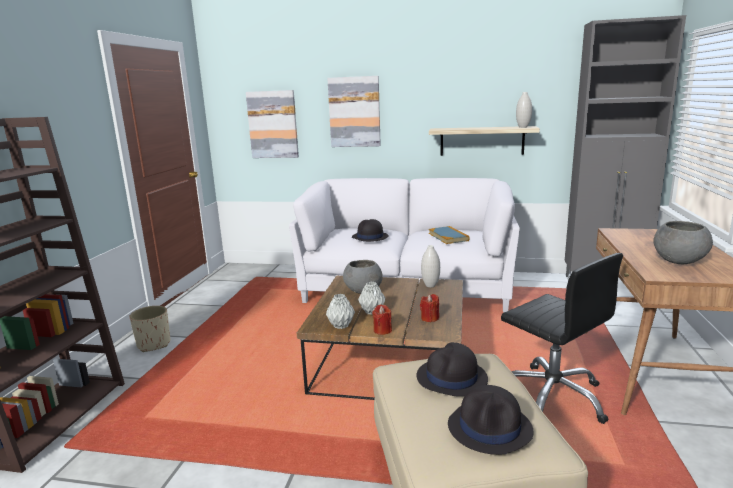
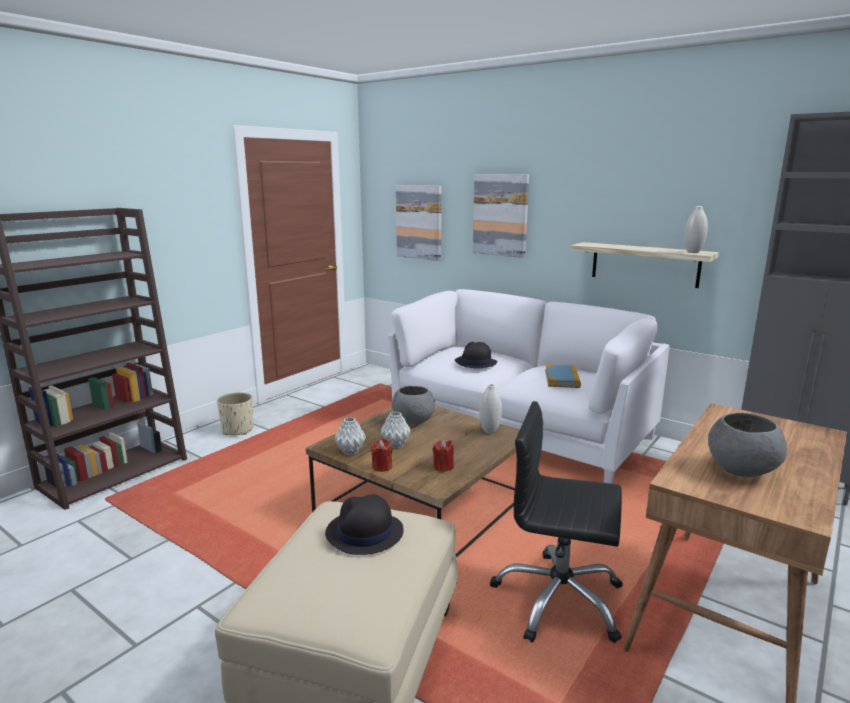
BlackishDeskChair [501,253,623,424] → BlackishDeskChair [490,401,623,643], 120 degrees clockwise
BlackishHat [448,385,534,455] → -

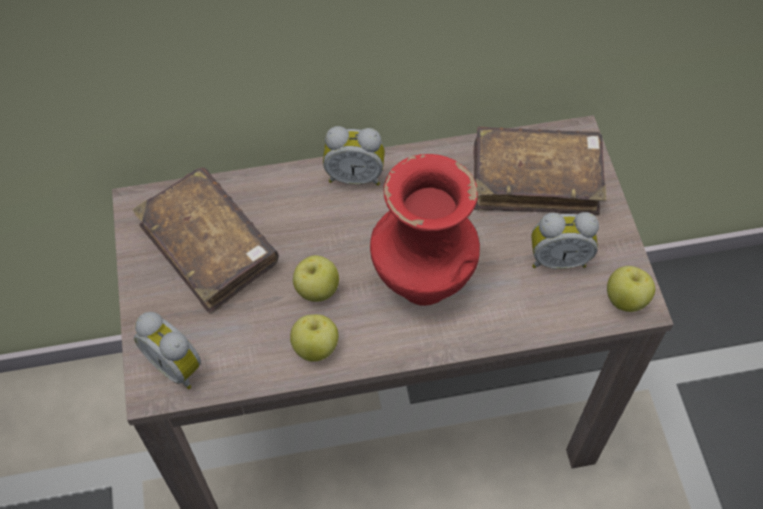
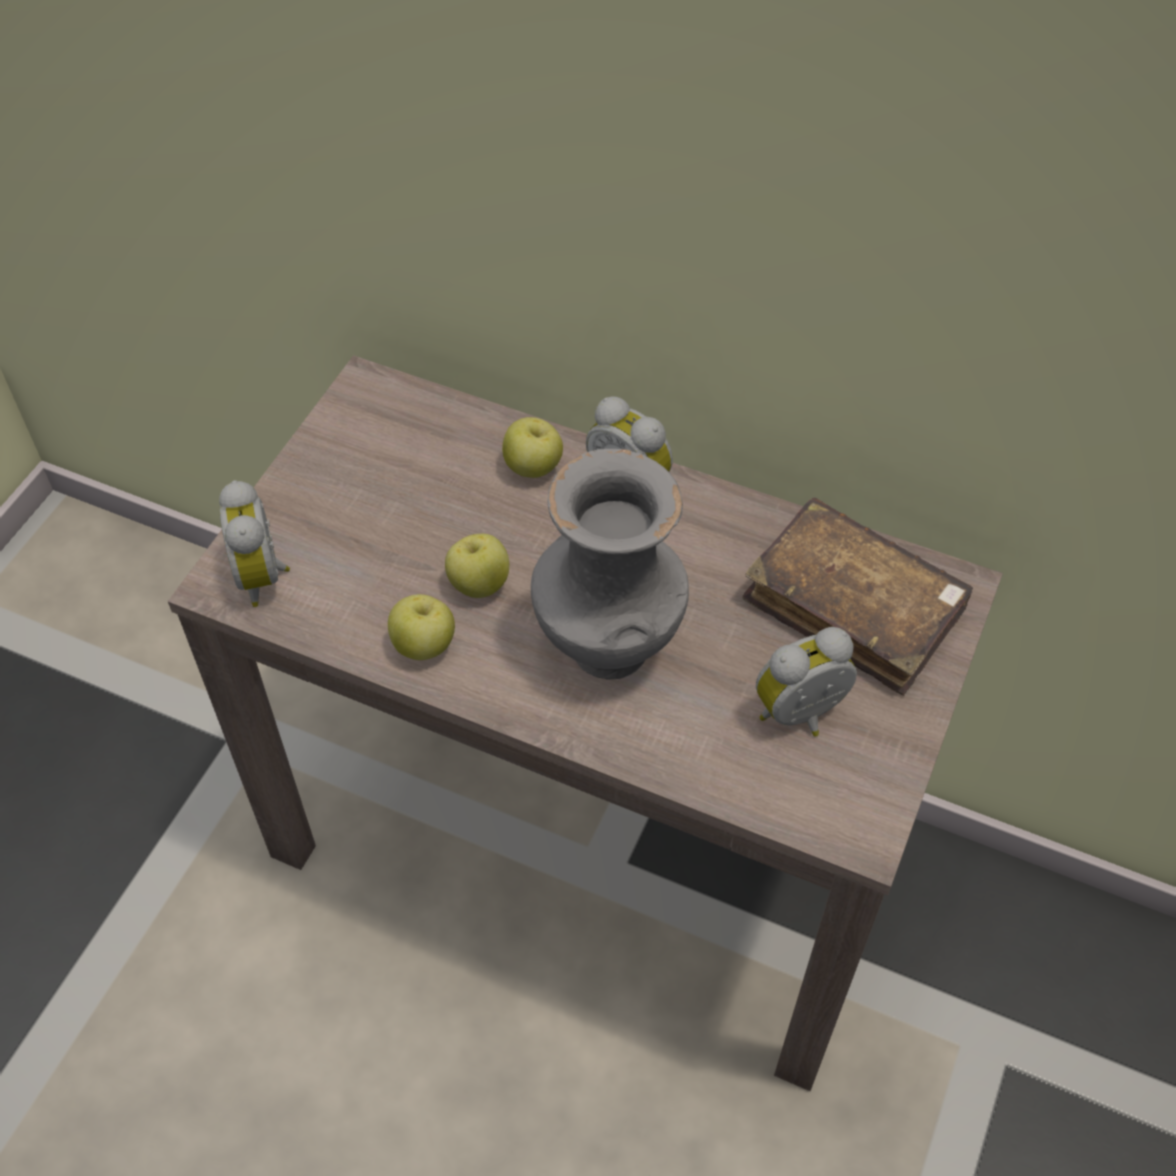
AppleFruit [607,266,655,312] → AppleFruit [502,417,563,478], shifted
RedDecorativeVase [370,154,480,306] → GrayDecorativeVase [531,449,689,680]
TableClock [531,212,599,269] → TableClock [756,627,857,737], 120 degrees clockwise
BrownColouredBoundBook [133,167,279,314] → -

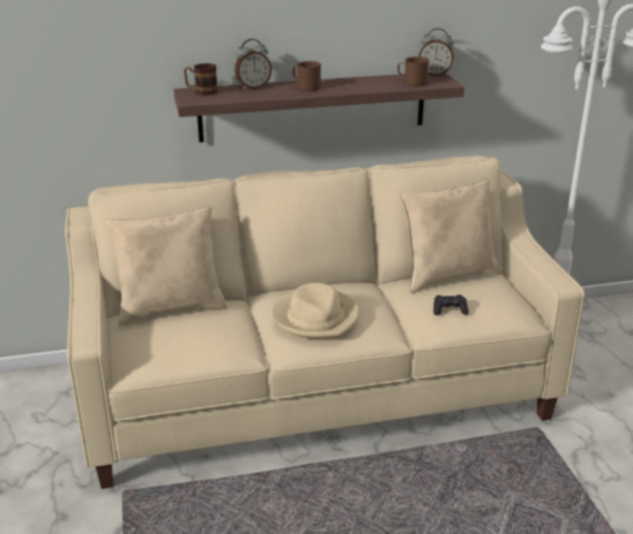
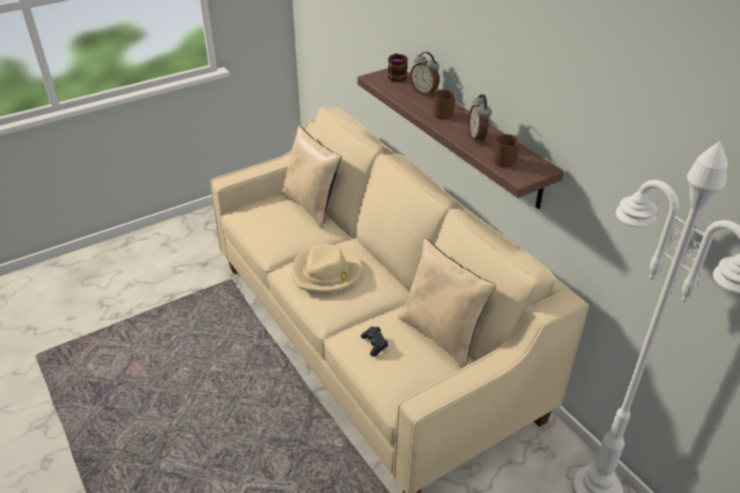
TableClock [419,28,454,76] → TableClock [468,94,491,144], shifted

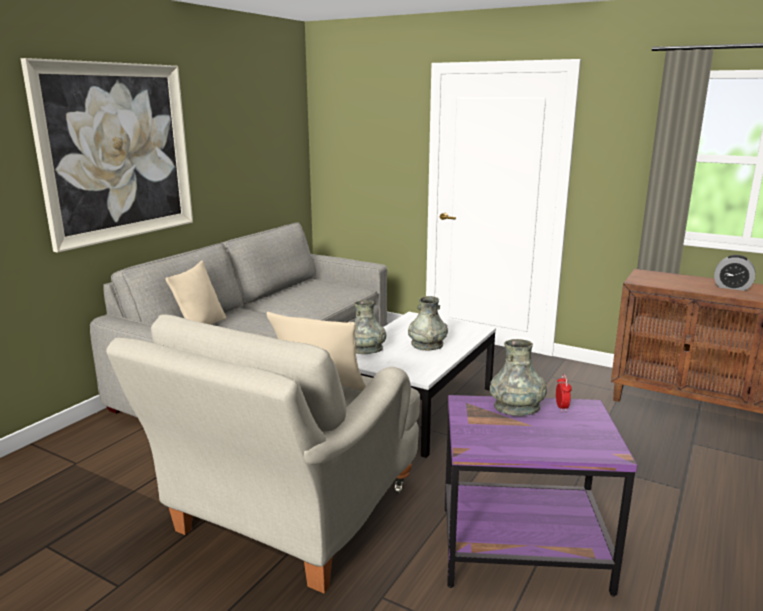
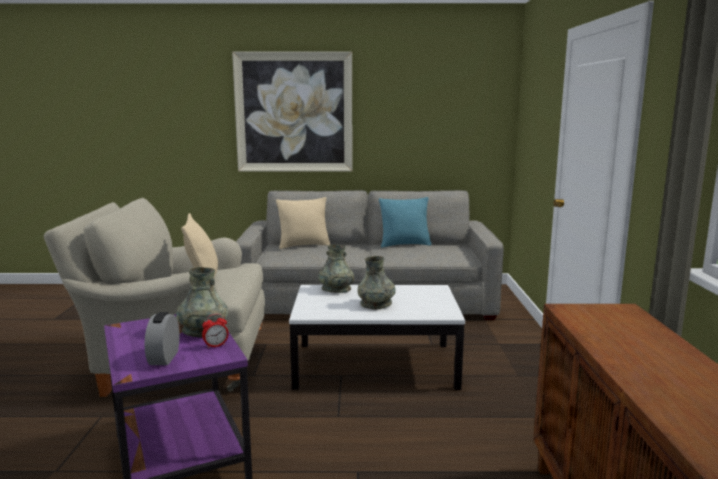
TableClock [714,255,755,291] → TableClock [144,312,180,365], shifted
- → TurquoiseThrowPillow [379,197,432,248]

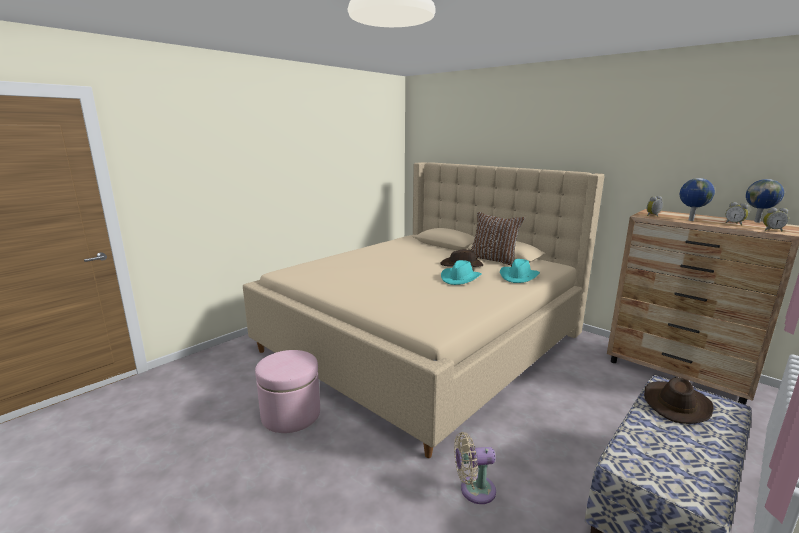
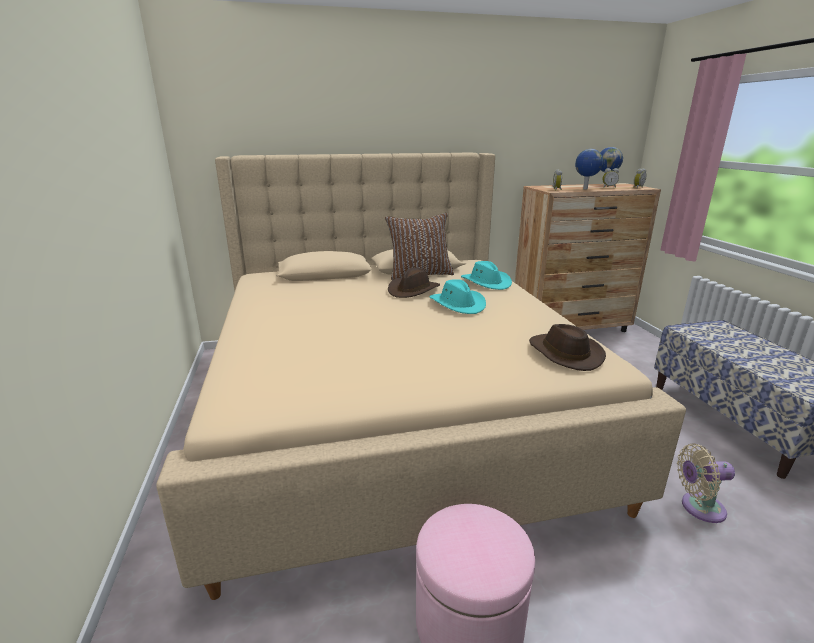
BrownColouredHat [644,377,714,424] → BrownColouredHat [529,324,606,371], shifted
SandColouredFan [454,432,496,504] → SandColouredFan [677,444,735,523], 60 degrees clockwise

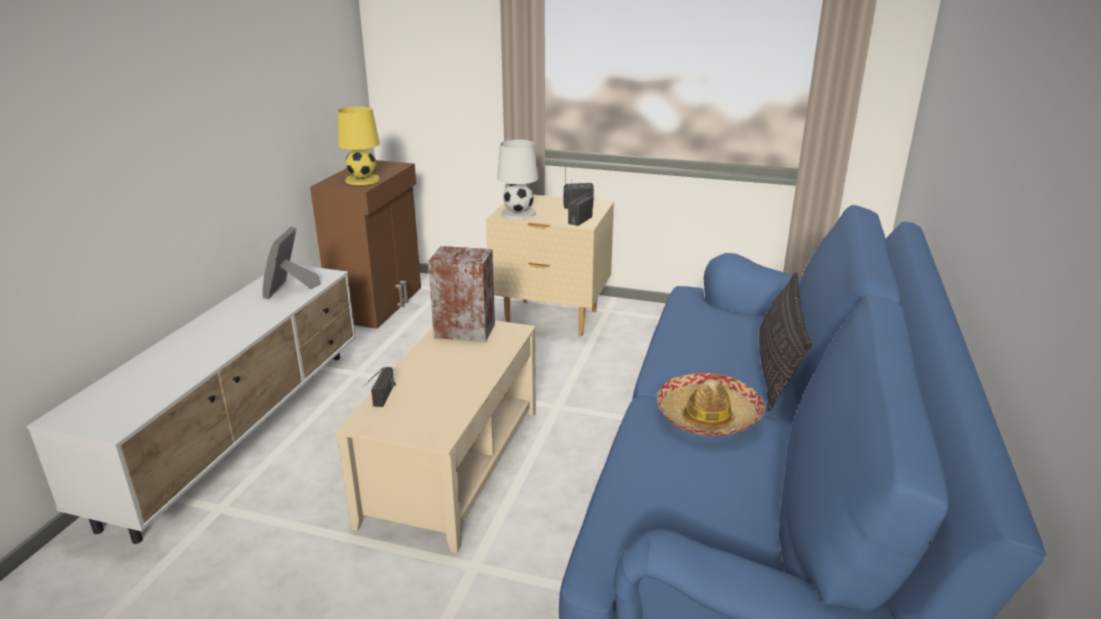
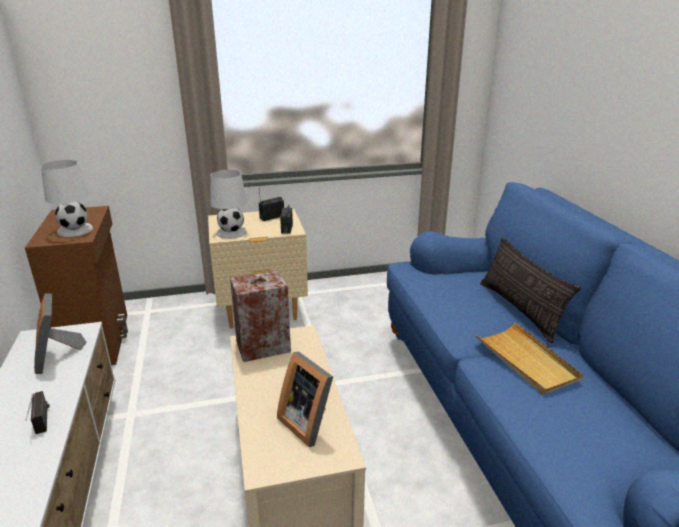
RadioReceiver [363,367,396,407] → RadioReceiver [26,391,50,434], shifted
YellowTableLamp [338,106,380,185] → WhiteTableLamp [41,160,93,237]
- → PictureFrame [277,352,333,447]
Hat [657,373,765,436] → SandColouredTray [474,322,584,395]

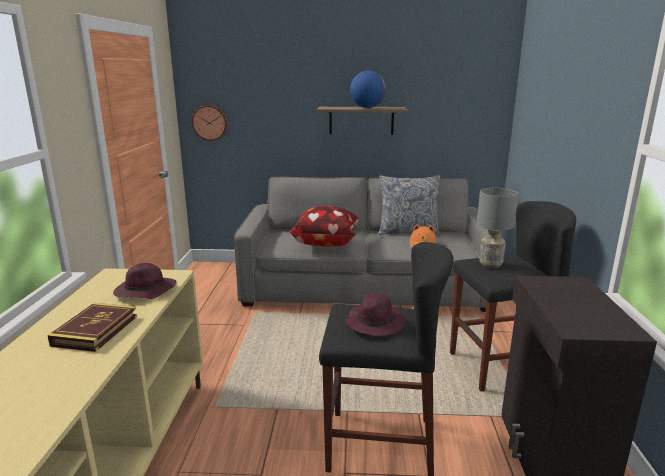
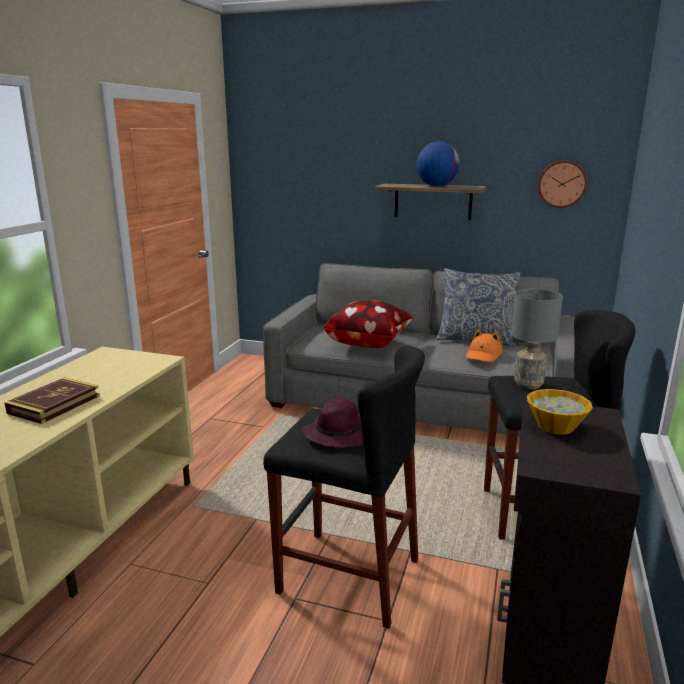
- → ServingBowl [527,389,593,435]
ClockOnTheWall [192,105,227,141] → ClockOnTheWall [538,160,587,208], shifted
PurpleHat [113,263,177,299] → -

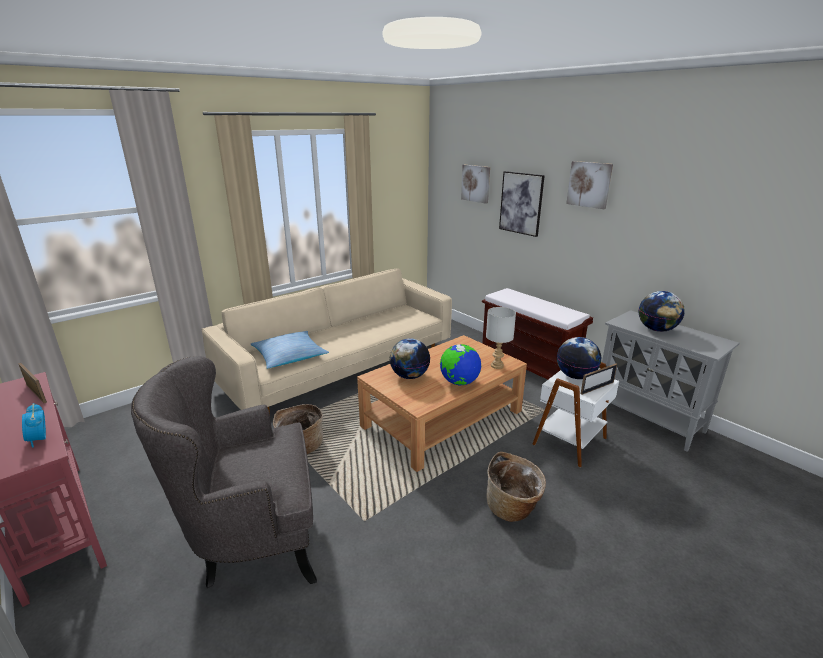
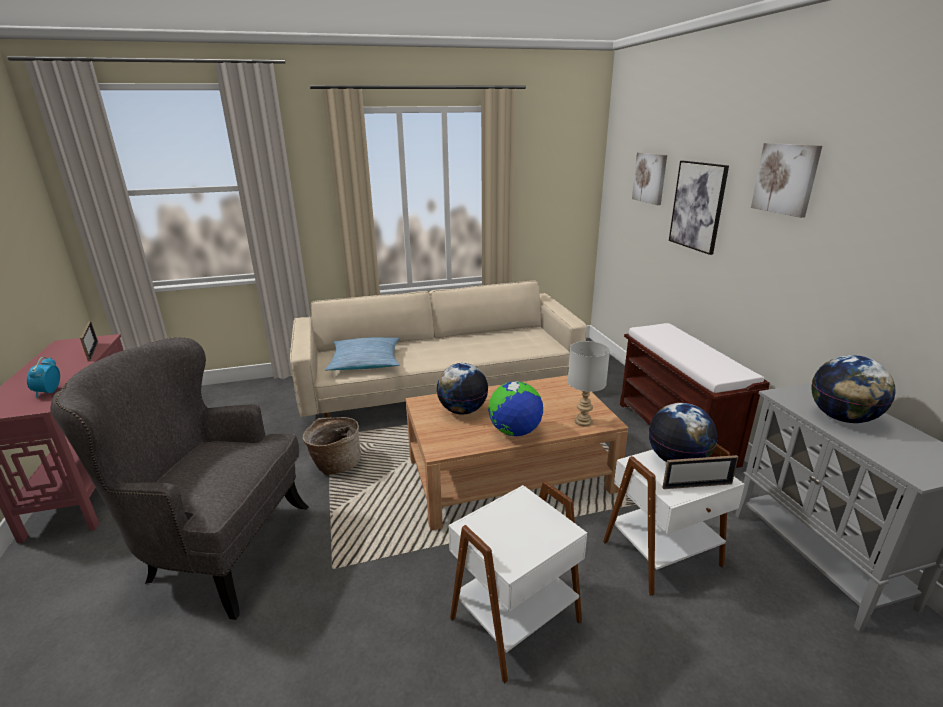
Basket [486,452,546,522] → WhiteSideTable [448,481,587,683]

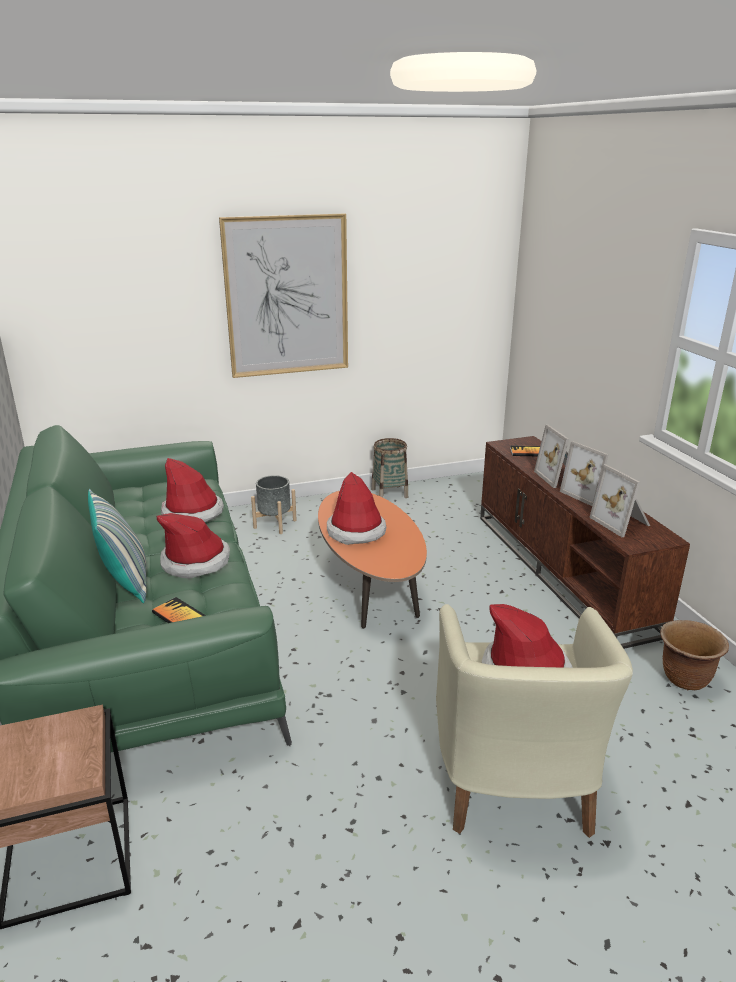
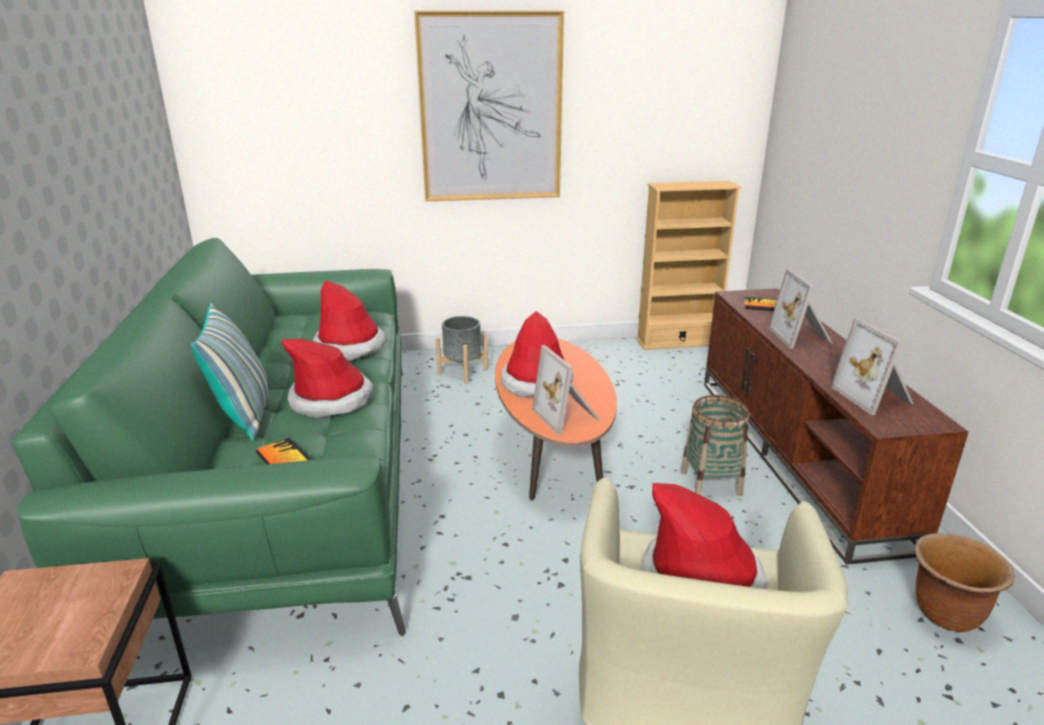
PictureFrame [560,441,609,506] → PictureFrame [532,345,600,435], shifted
- → SandColouredShelvingUnit [636,181,742,350]
Basket [371,438,408,498] → Basket [680,395,749,496], shifted

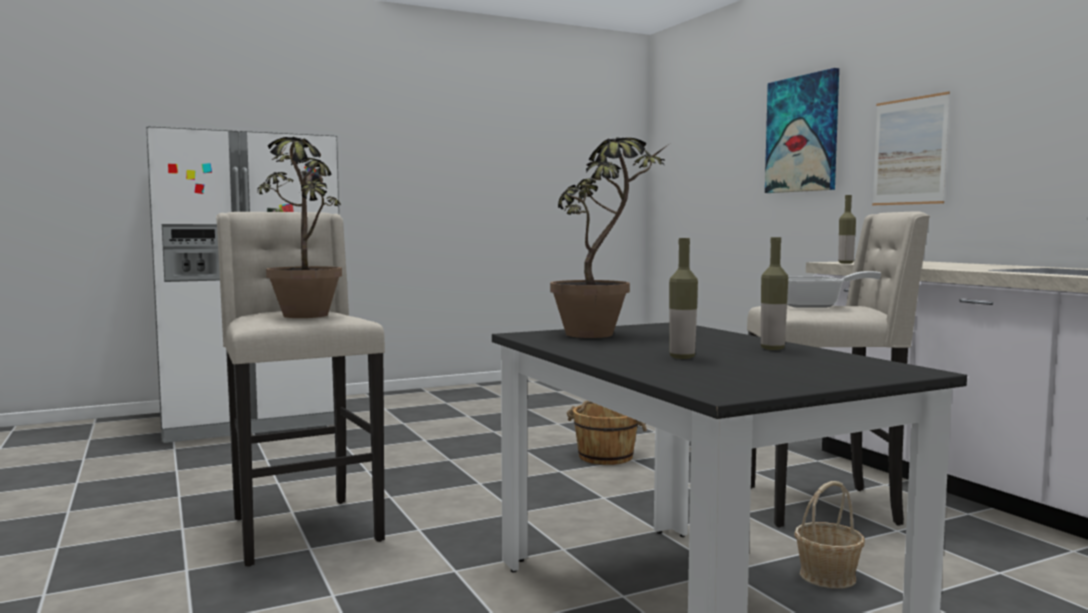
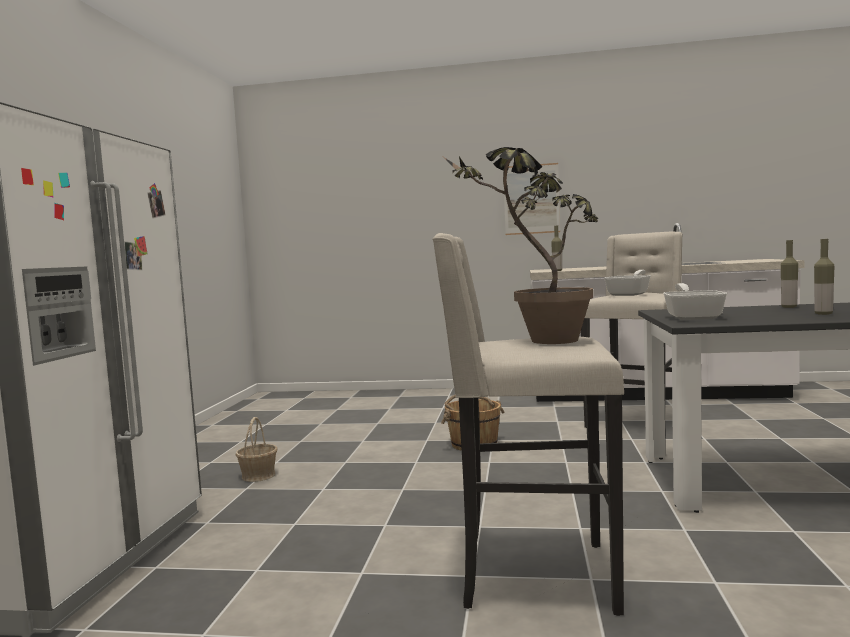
Basket [794,481,865,589] → Basket [235,417,277,482], shifted
Houseplant [550,137,669,338] → Skillet [663,283,728,320]
WallArt [765,68,839,193] → -

